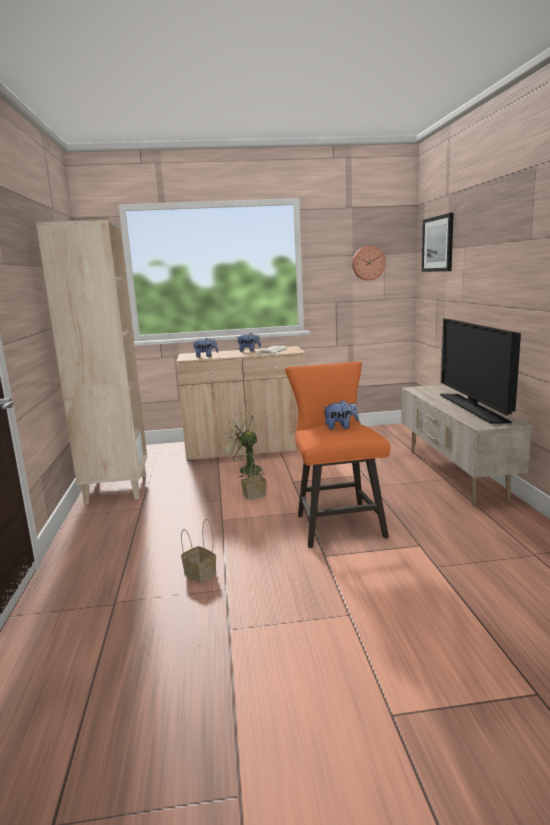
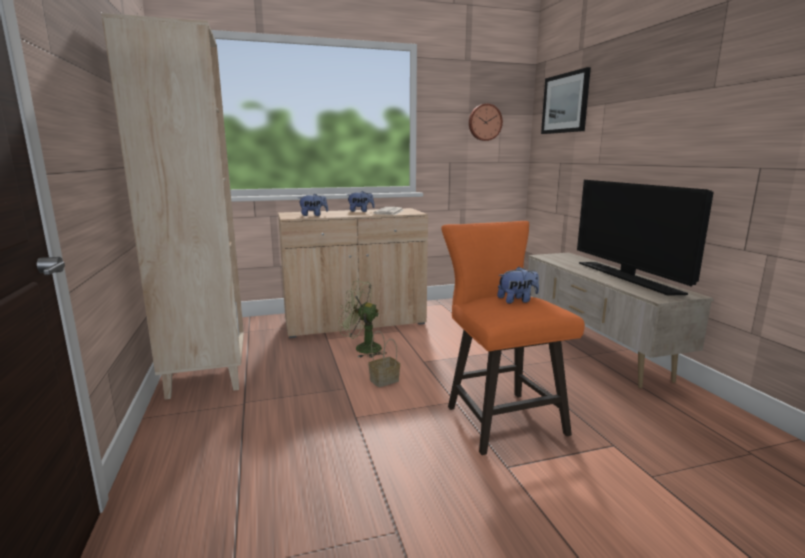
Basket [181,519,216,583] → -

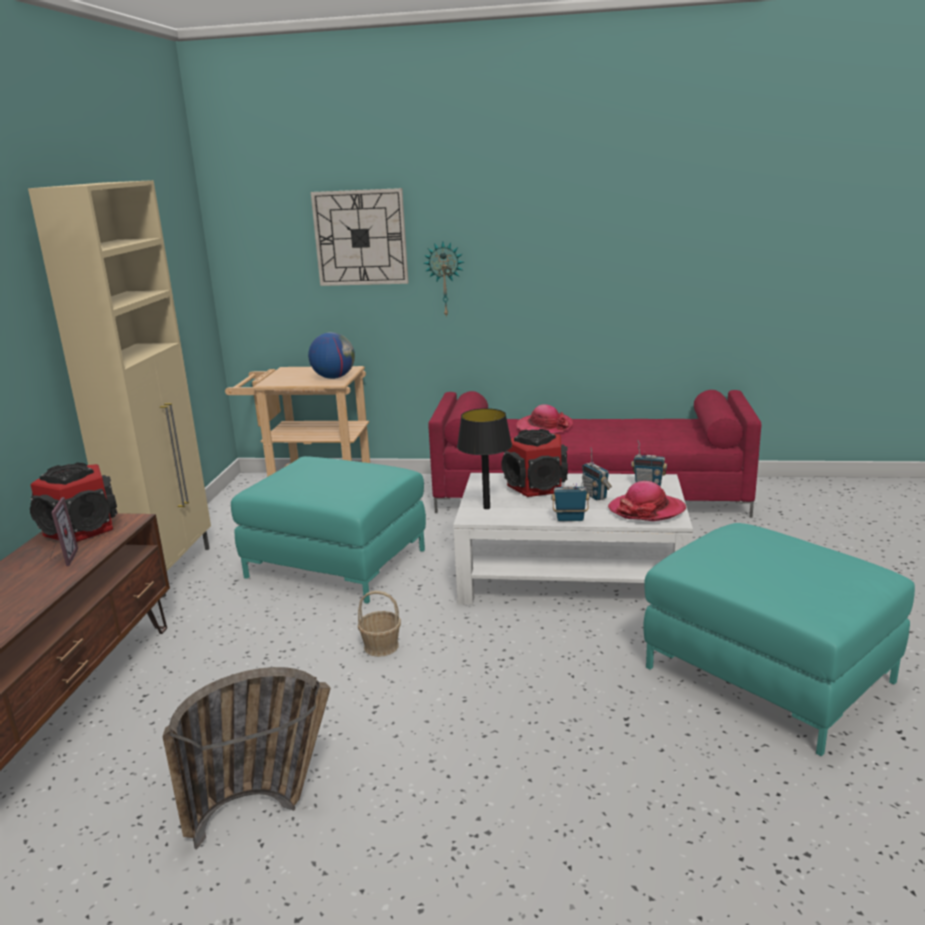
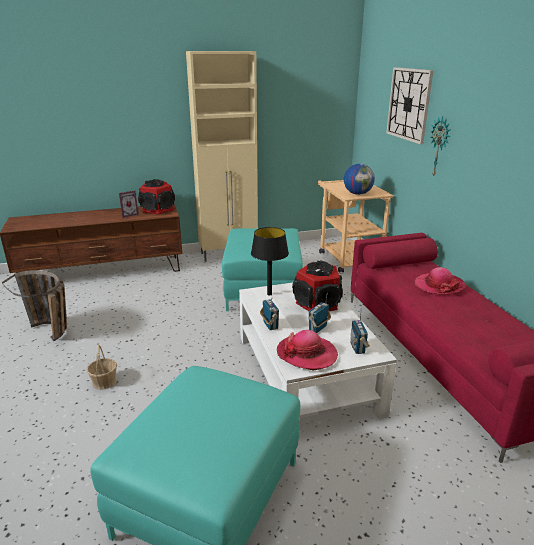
Basket [358,591,401,657] → Basket [87,345,117,390], shifted

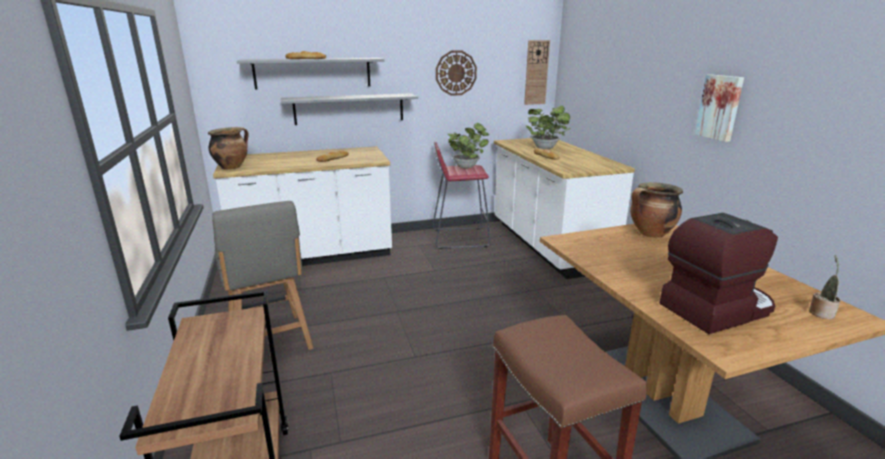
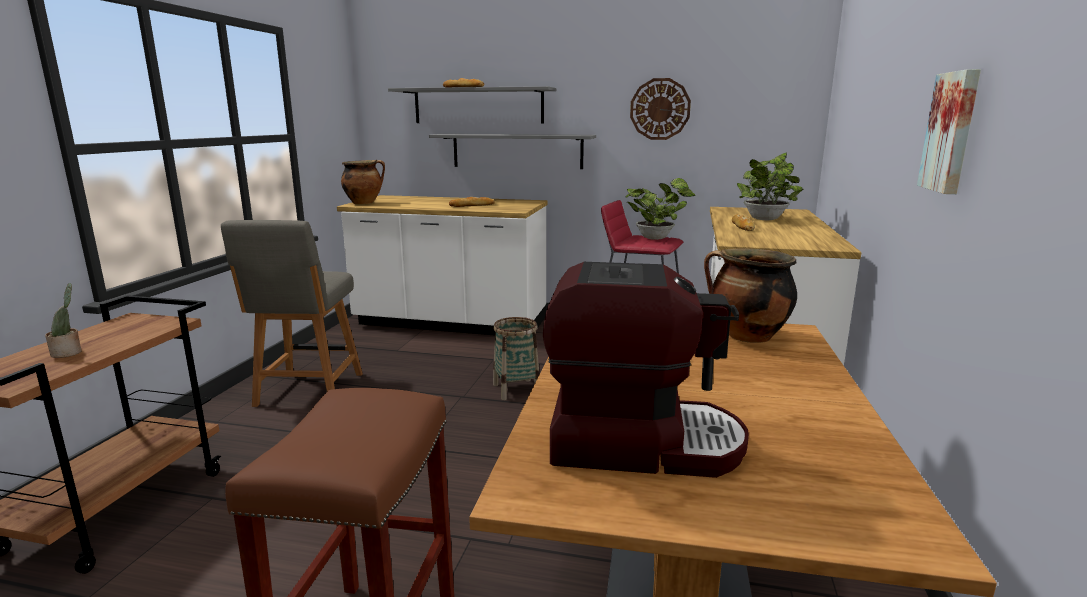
Houseplant [809,255,841,319] → Houseplant [45,283,82,358], shifted
- → Basket [493,317,539,400]
ClockOnTheWall [524,40,550,105] → -

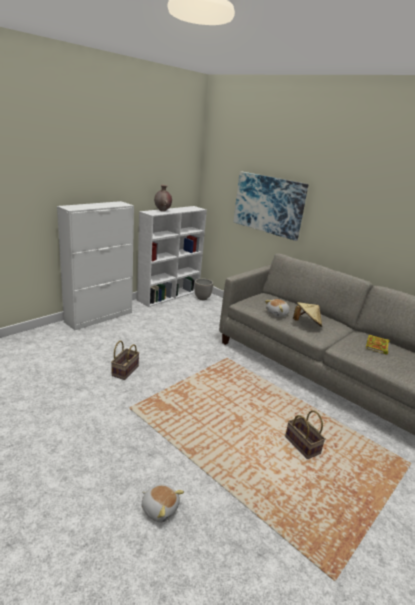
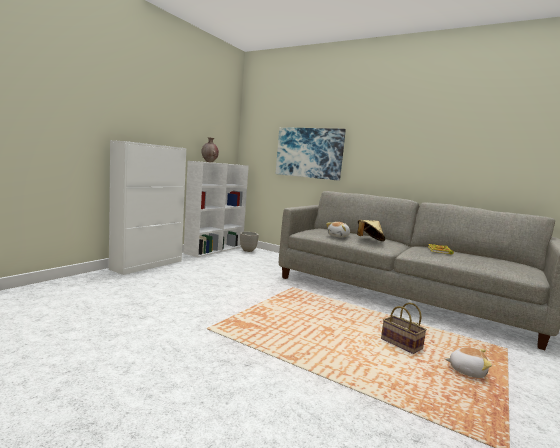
CuddlyToy [142,485,184,522] → CuddlyToy [445,347,492,378], shifted
Basket [111,341,139,380] → -

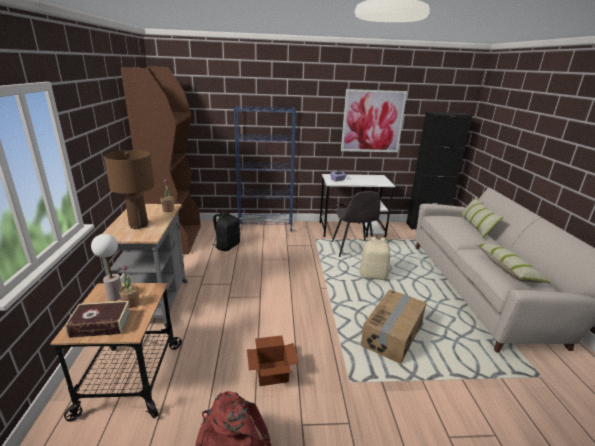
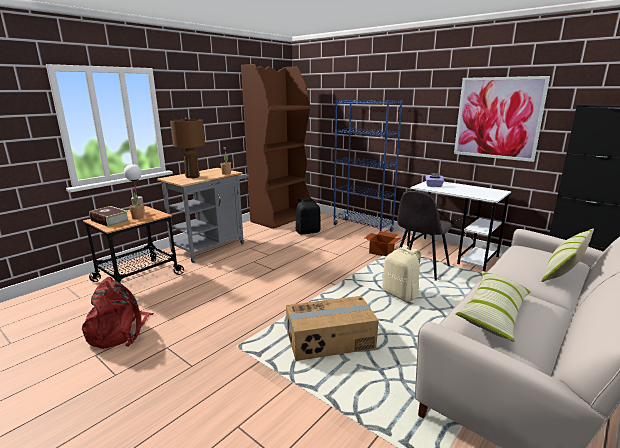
CardboardBox [247,335,299,386] → CardboardBox [365,231,400,256], shifted

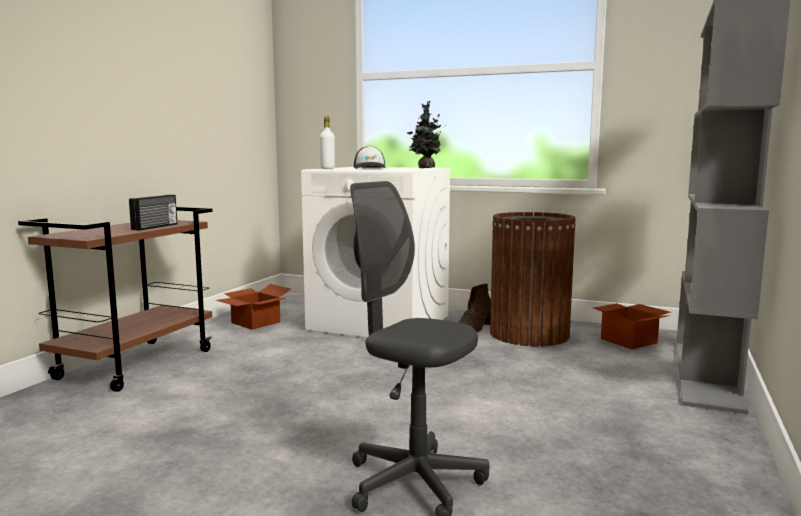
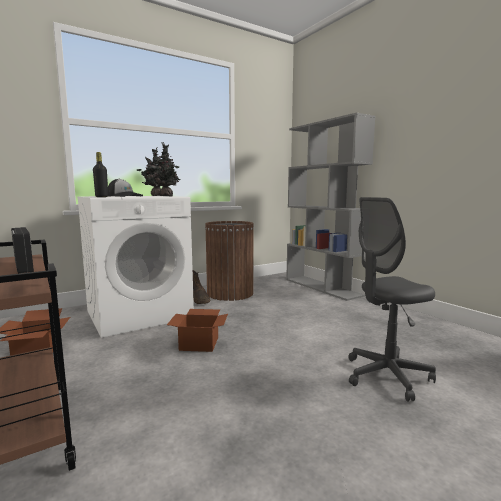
WhiteDrinkBottle [320,117,335,169] → BlackishDrinkBottle [93,152,108,197]
- → Houseplant [153,142,181,196]
CardboardBox [591,303,671,349] → CardboardBox [167,309,228,352], shifted

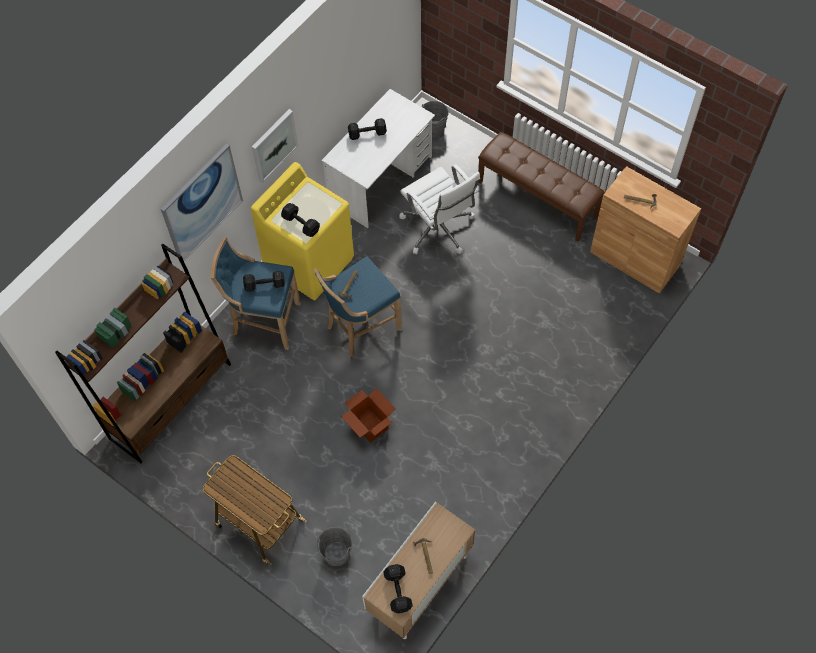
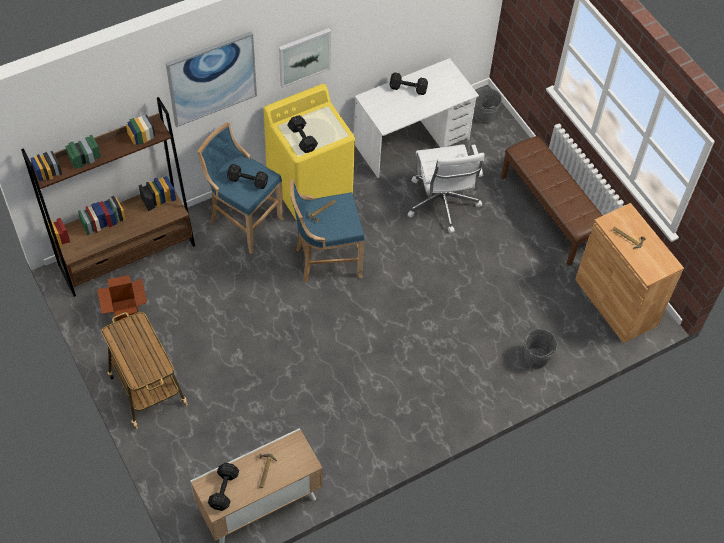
CardboardBox [341,388,396,443] → CardboardBox [97,275,147,325], shifted
GrayBucket [317,527,352,566] → GrayBucket [524,329,557,369], shifted

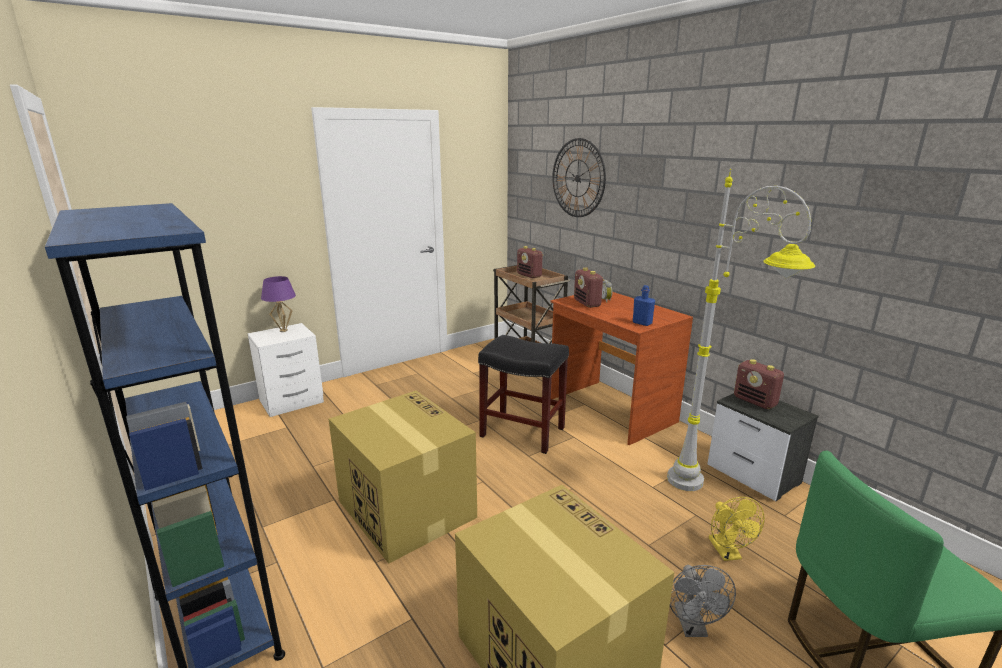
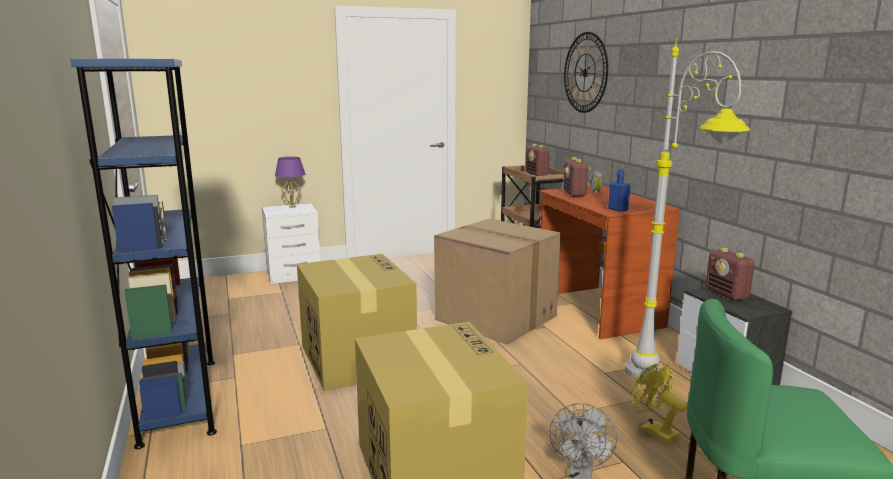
BlackishStool [478,335,569,454] → CardboardBox [434,219,561,345]
YellowFan [709,497,764,561] → YellowFan [632,362,687,444], 135 degrees clockwise

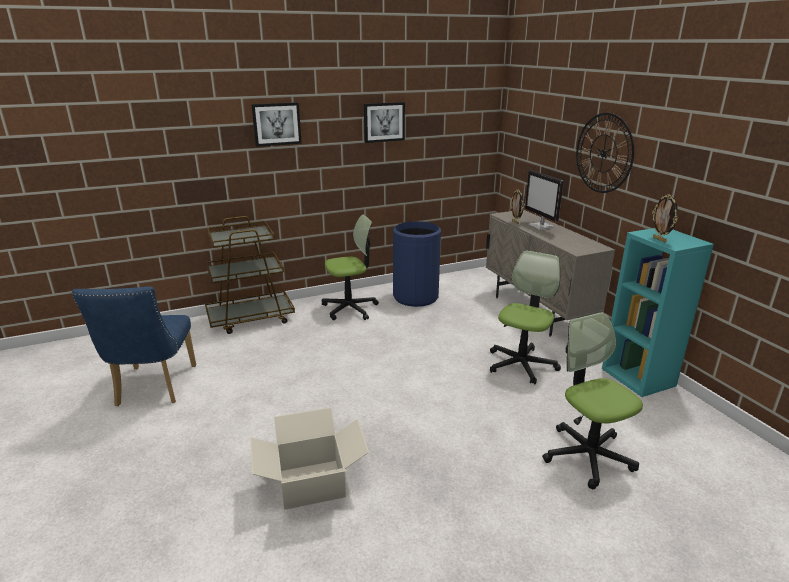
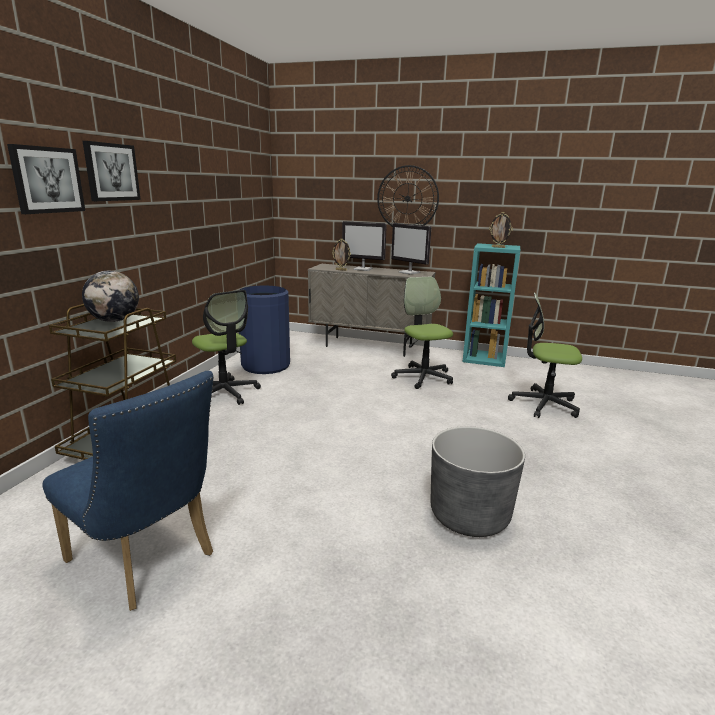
WallArt [364,102,405,143] → WallArt [7,144,85,214], shifted
- → DeskGlobe [82,271,139,322]
DeskChair [322,214,379,320] → DeskChair [192,290,261,405], 120 degrees clockwise
- → ComputerDisplay [391,223,431,275]
CardboardBox [250,408,369,510] → GrayPlantPot [431,426,525,537]

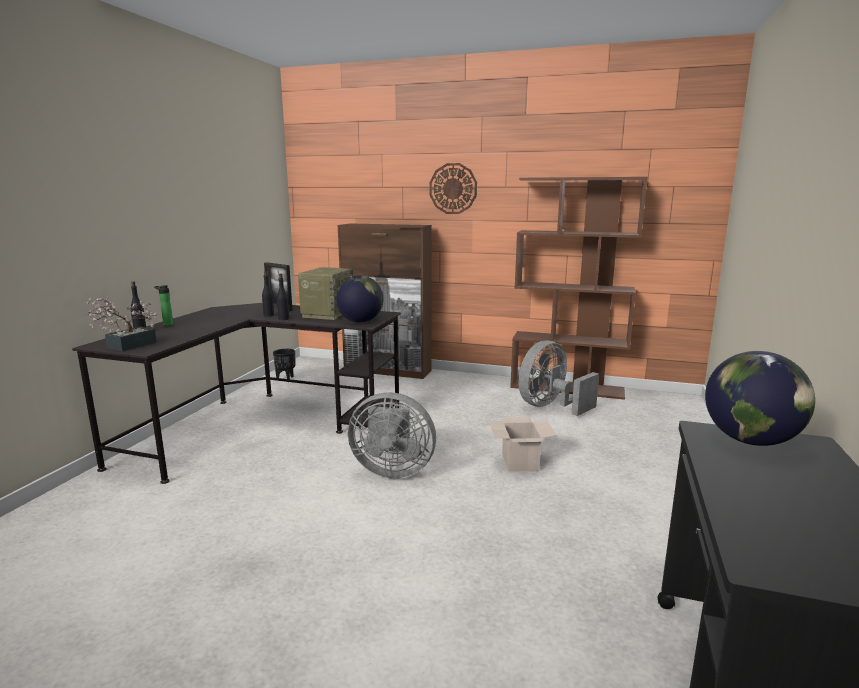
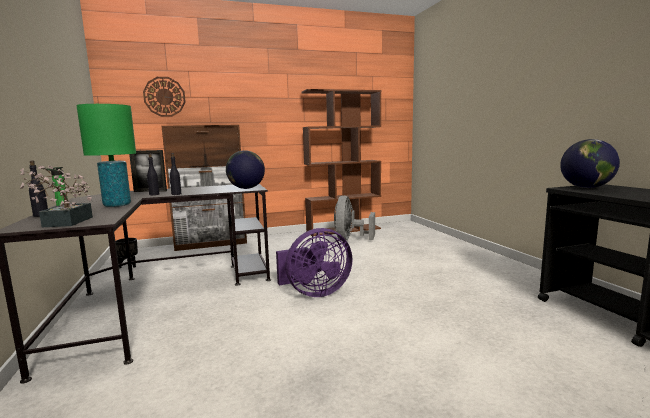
- → GreenTableLamp [76,104,136,207]
ClockOnTheWall [430,163,477,214] → ClockOnTheWall [143,77,186,117], shifted
GrayFan [348,392,436,479] → PurpleFan [276,228,353,297]
RadioReceiver [298,267,353,320] → -
CardboardBox [489,417,556,472] → -

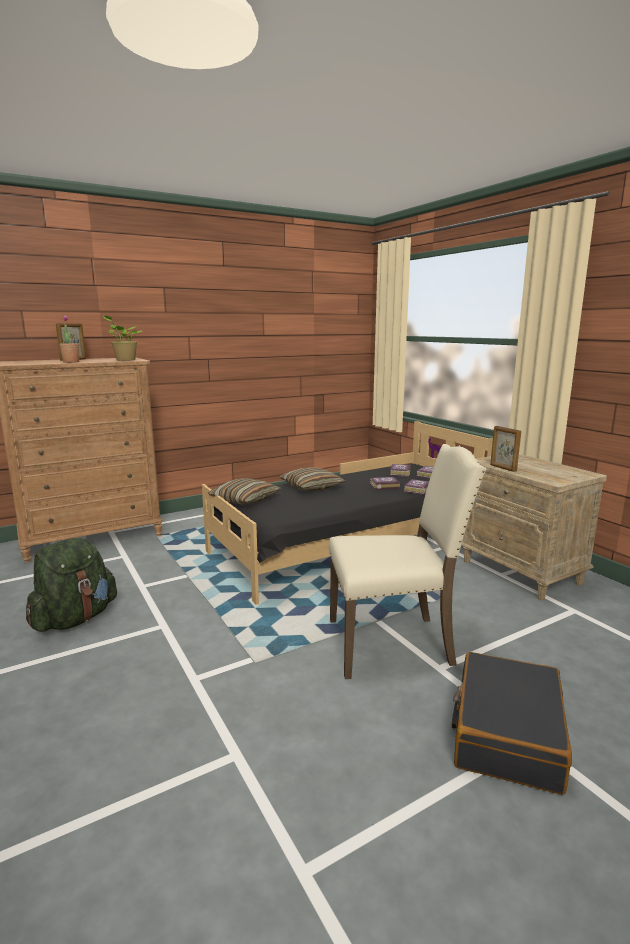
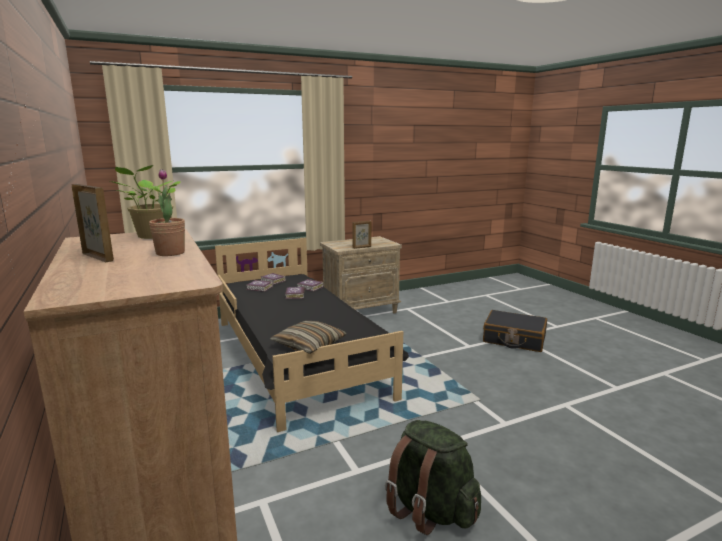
ThrowPillow [280,467,346,491] → -
SandColouredUprightChair [329,444,486,679] → -

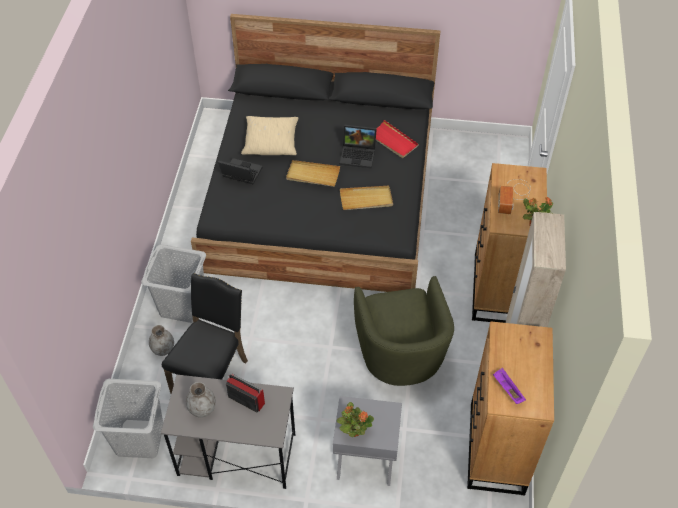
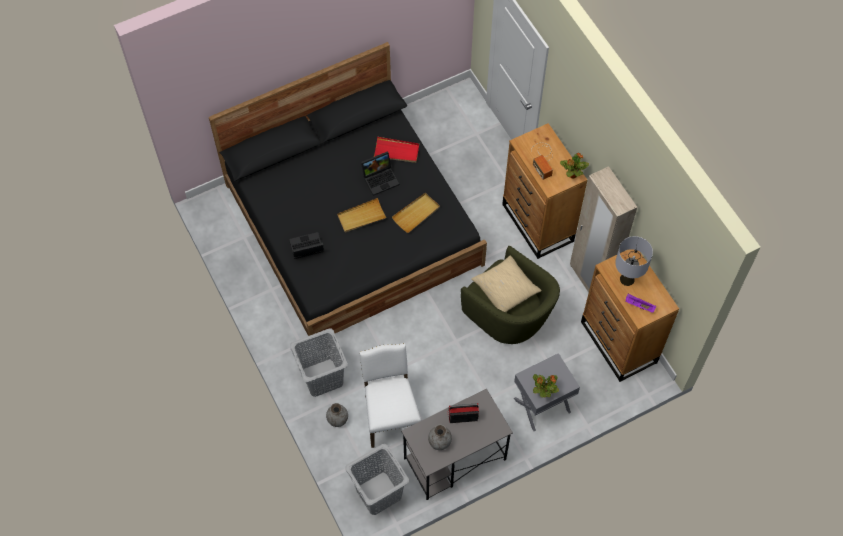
BlackishUprightChair [162,273,248,393] → WhiteUprightChair [359,343,422,448]
SandColouredThrowPillow [241,116,299,155] → SandColouredThrowPillow [471,256,542,312], shifted
- → GrayTableLamp [615,236,653,286]

